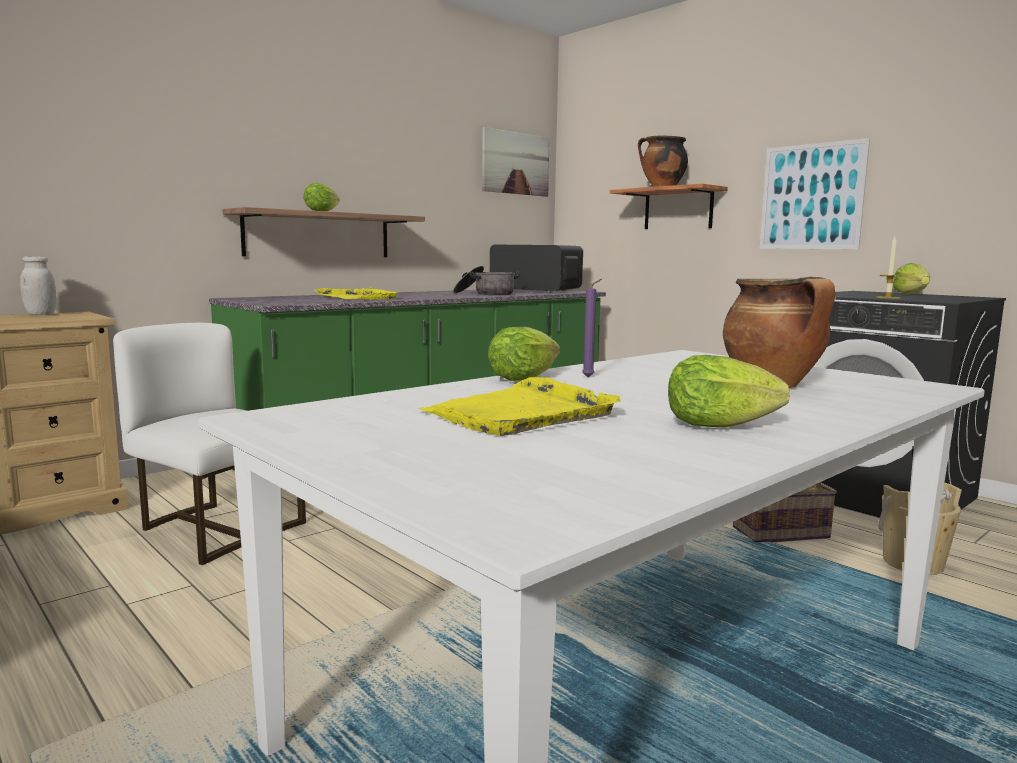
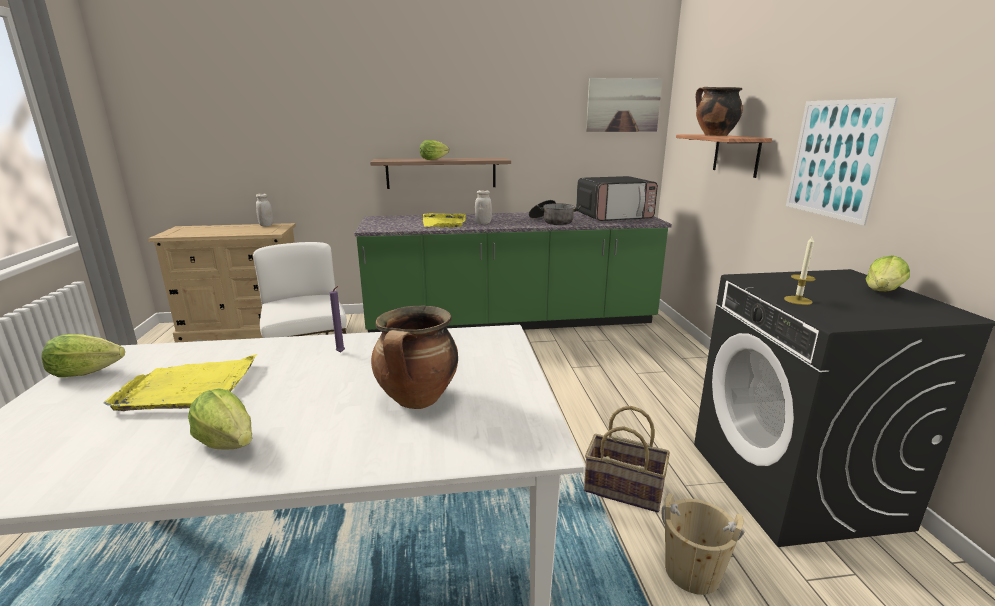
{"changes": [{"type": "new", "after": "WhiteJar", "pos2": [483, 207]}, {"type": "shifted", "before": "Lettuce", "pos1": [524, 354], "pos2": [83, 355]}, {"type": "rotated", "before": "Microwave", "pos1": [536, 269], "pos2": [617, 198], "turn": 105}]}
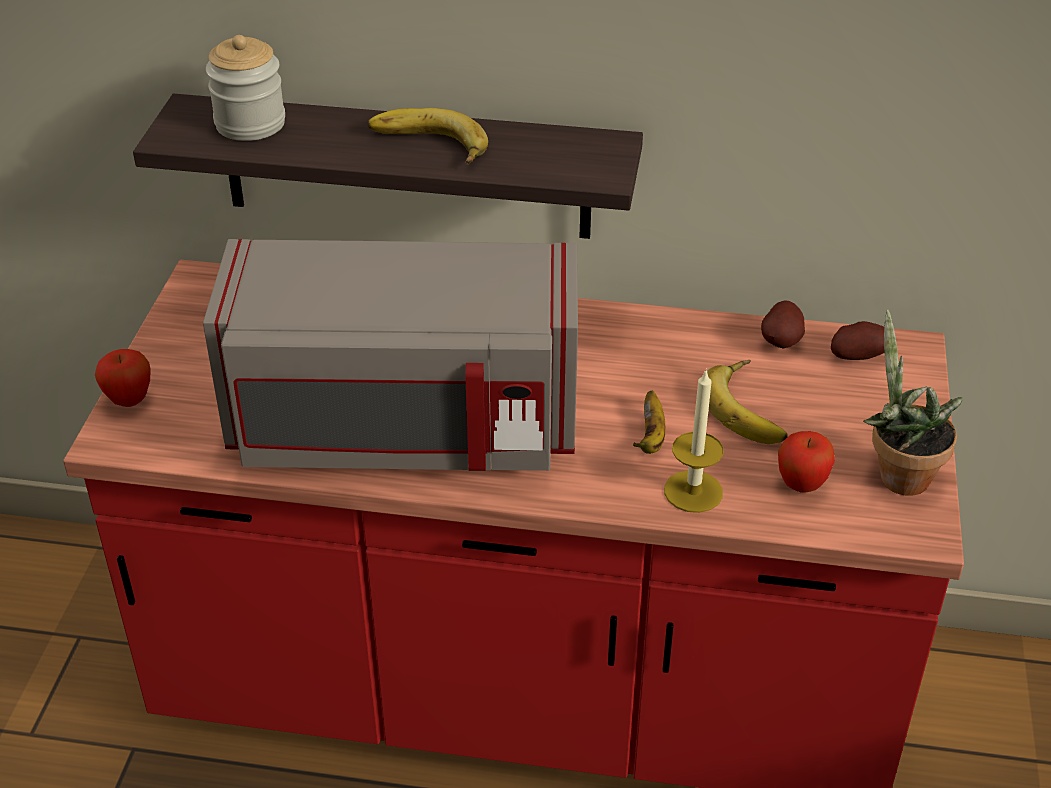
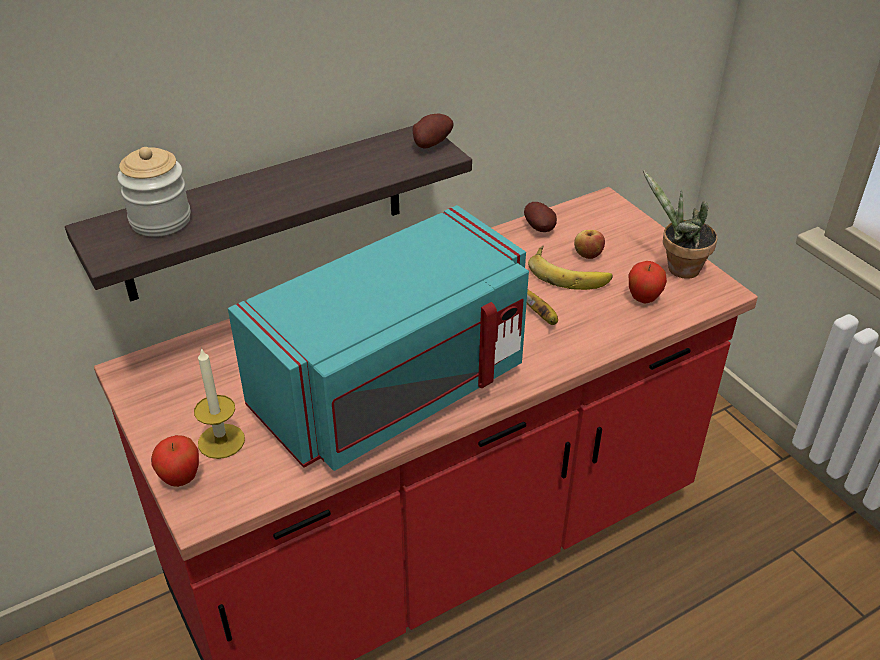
{"changes": [{"type": "gone", "before": "Banana", "pos1": [428, 136]}, {"type": "new", "after": "WholeApple", "pos2": [589, 244]}, {"type": "shifted", "before": "Candle", "pos1": [693, 441], "pos2": [219, 403]}, {"type": "shifted", "before": "Potato", "pos1": [857, 340], "pos2": [433, 131]}, {"type": "repainted", "before": "GreyishMicrowave", "after": "TurquoiseMicrowave", "pos1": [390, 355], "pos2": [378, 338]}]}
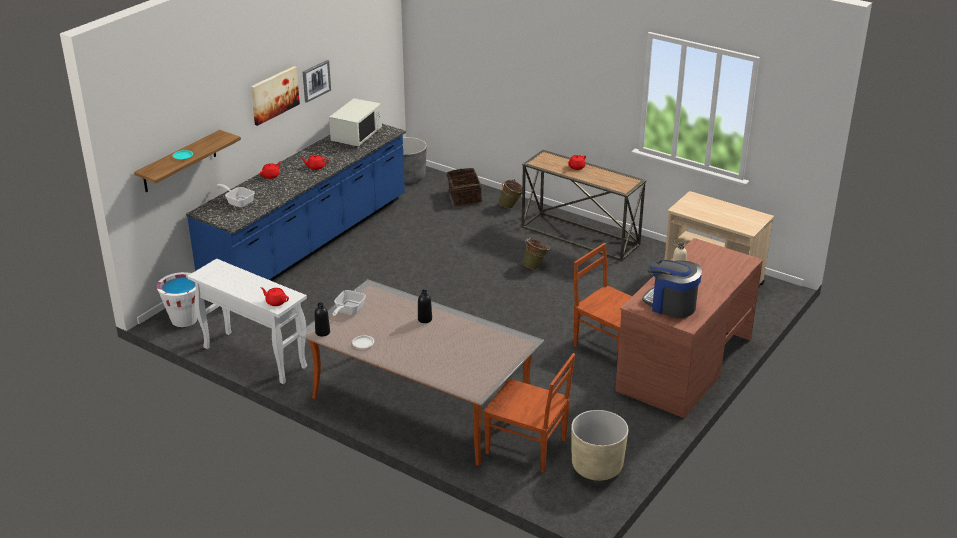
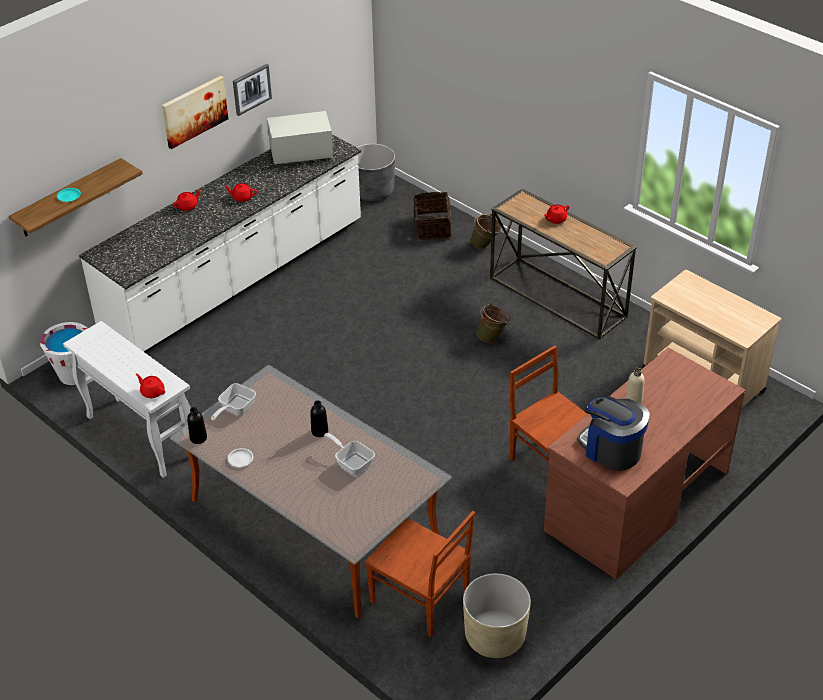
{"changes": [{"type": "shifted", "before": "FryingPan", "pos1": [236, 196], "pos2": [349, 454]}, {"type": "repainted", "before": "BlueKitchenCounter", "after": "WhiteKitchenCounter", "pos1": [296, 202], "pos2": [220, 243]}, {"type": "rotated", "before": "WhiteMicrowave", "pos1": [355, 122], "pos2": [300, 138], "turn": -135}]}
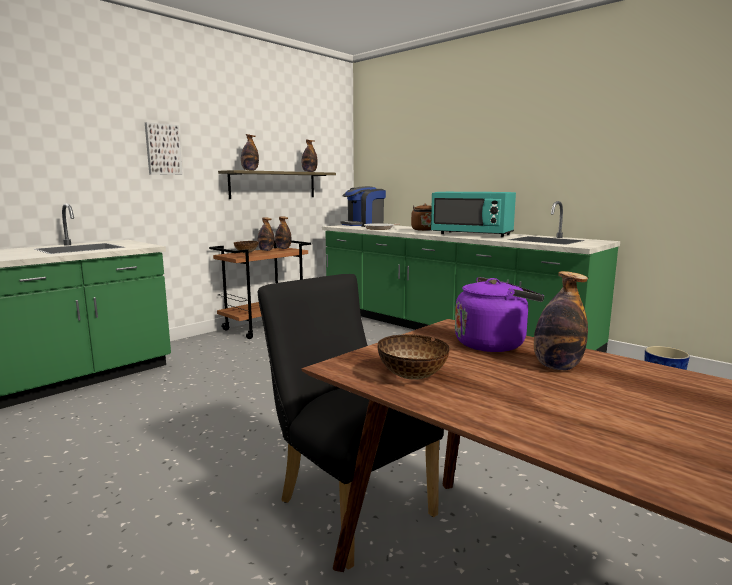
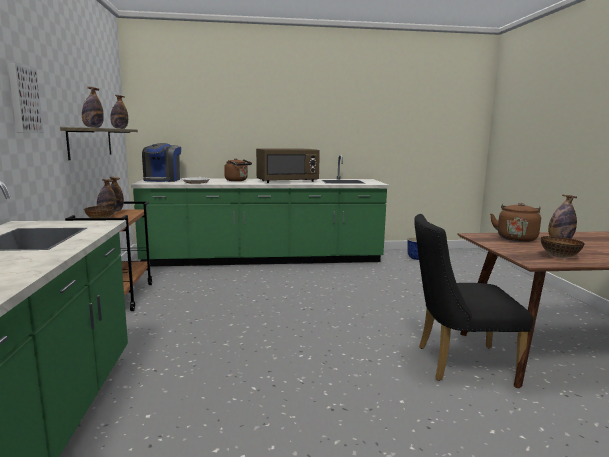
{"changes": [{"type": "repainted", "before": "TurquoiseMicrowave", "after": "BrownishMicrowave", "pos1": [473, 214], "pos2": [288, 165]}, {"type": "repainted", "before": "PurpleColouredKettle", "after": "BrownishKettle", "pos1": [499, 314], "pos2": [515, 222]}]}
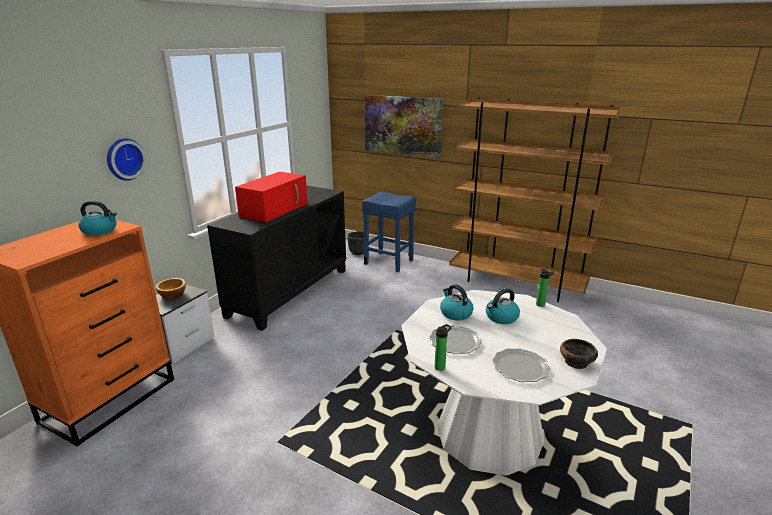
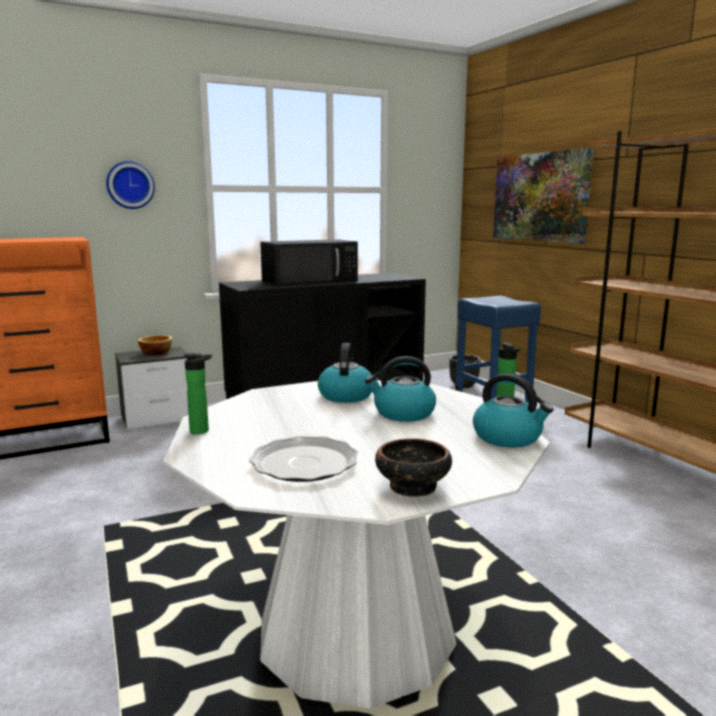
{"changes": [{"type": "gone", "before": "FlatDish", "pos1": [455, 339]}, {"type": "shifted", "before": "Kettle", "pos1": [97, 218], "pos2": [513, 410]}, {"type": "repainted", "before": "RedColouredMicrowave", "after": "BlackishMicrowave", "pos1": [271, 197], "pos2": [309, 263]}]}
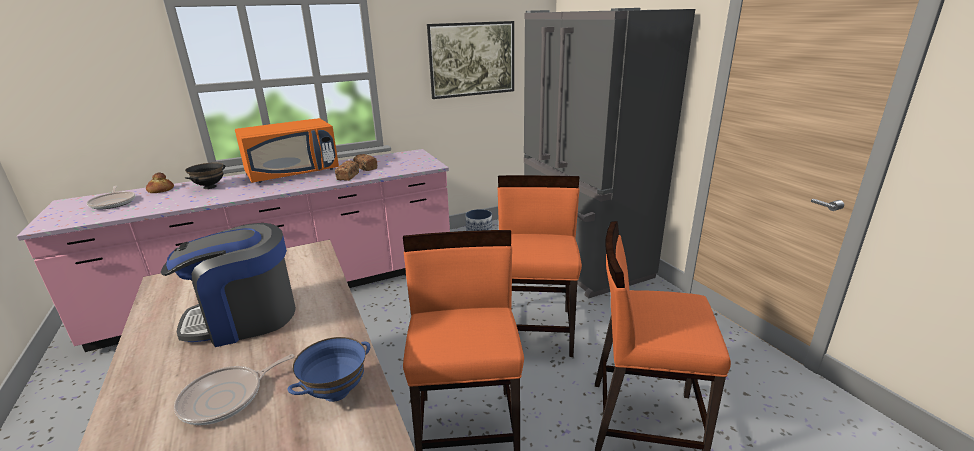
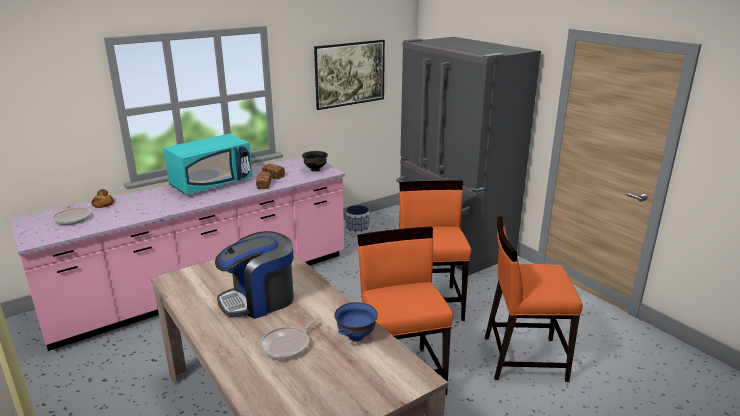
{"changes": [{"type": "shifted", "before": "BlackishDeepDish", "pos1": [205, 176], "pos2": [315, 161]}, {"type": "repainted", "before": "OrangeyMicrowave", "after": "TurquoiseMicrowave", "pos1": [287, 150], "pos2": [208, 164]}]}
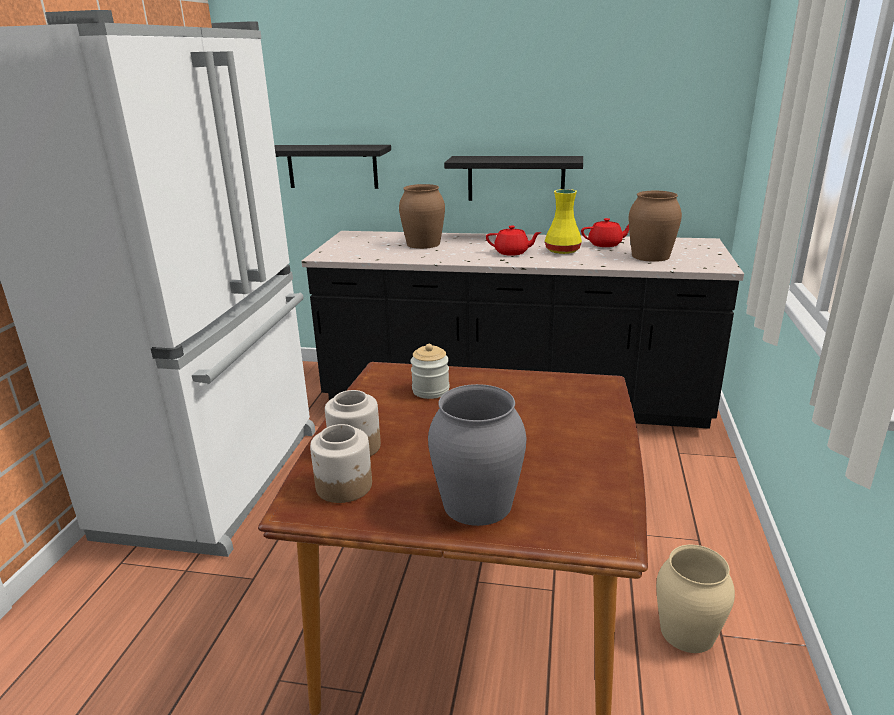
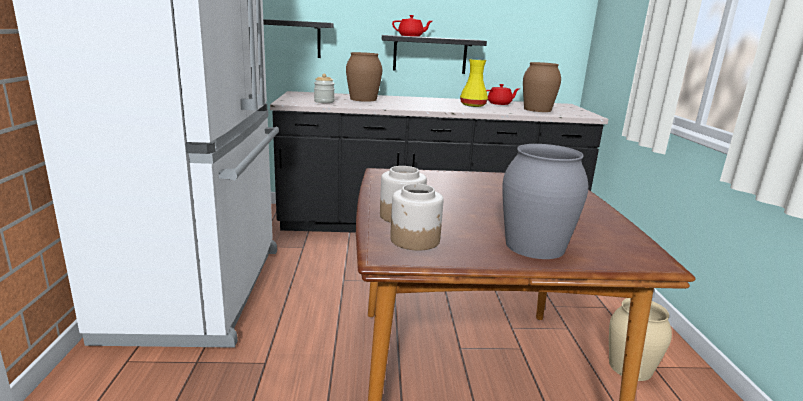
{"changes": [{"type": "shifted", "before": "Jar", "pos1": [430, 371], "pos2": [324, 88]}, {"type": "shifted", "before": "RedColouredTeapot", "pos1": [514, 241], "pos2": [412, 26]}]}
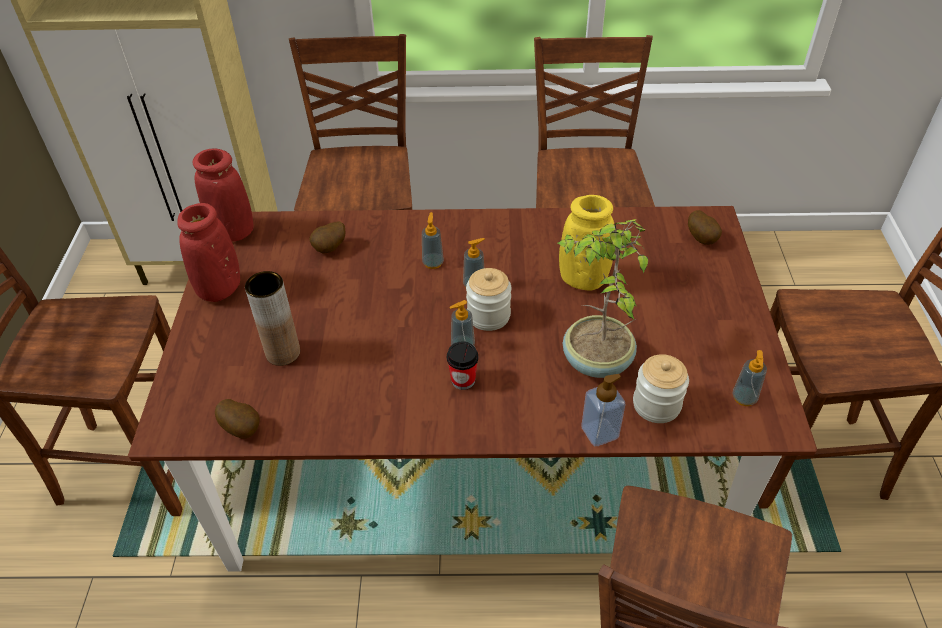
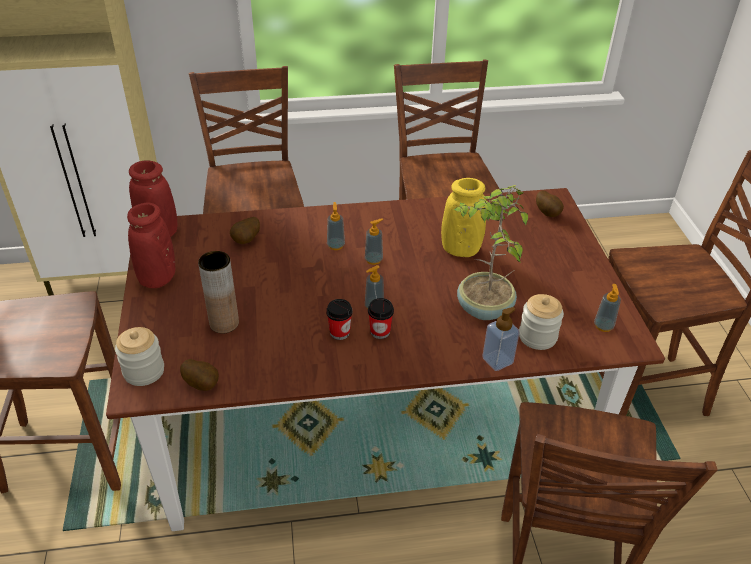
{"changes": [{"type": "new", "after": "Cup", "pos2": [339, 319]}, {"type": "shifted", "before": "Jar", "pos1": [488, 299], "pos2": [139, 356]}]}
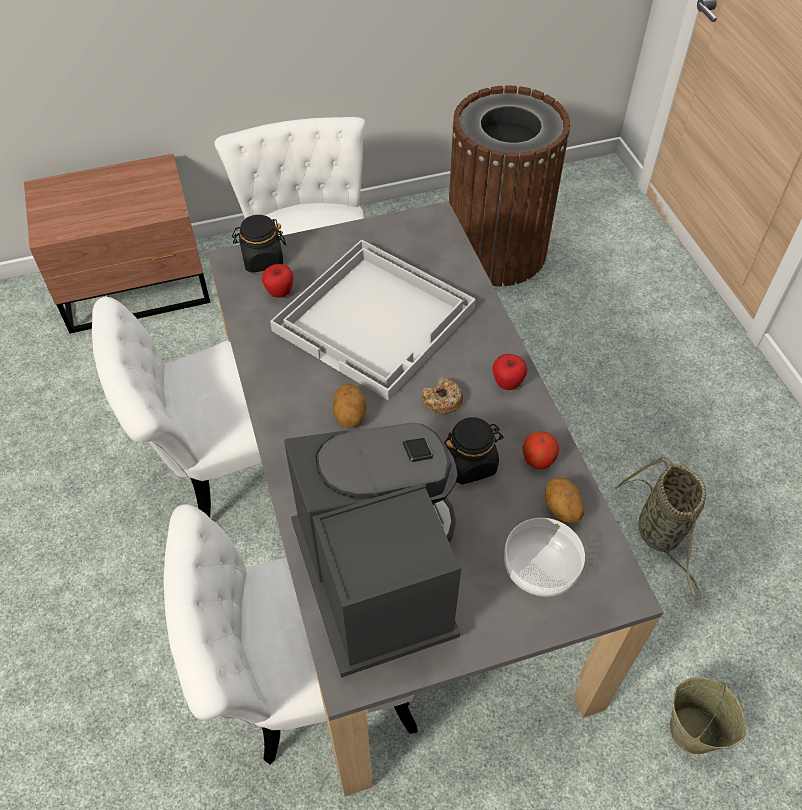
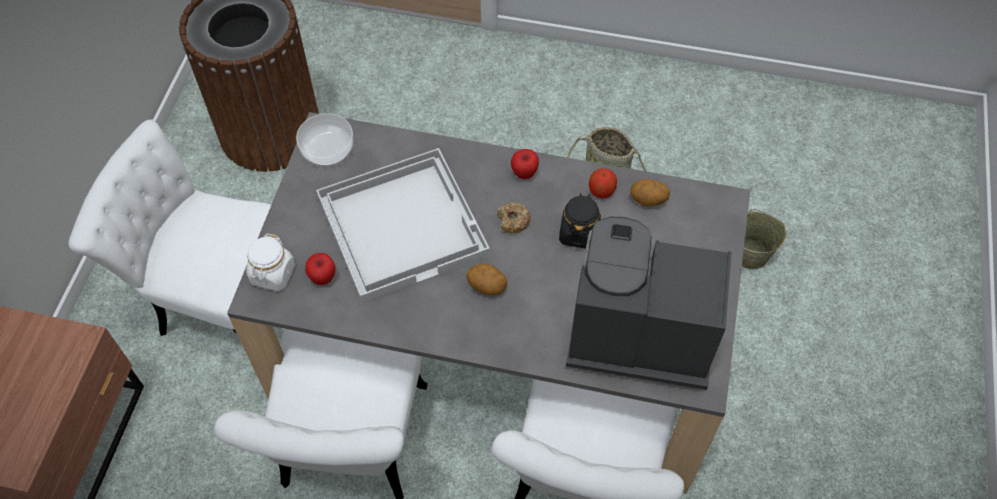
{"changes": [{"type": "shifted", "before": "DeepDish", "pos1": [544, 557], "pos2": [325, 139]}, {"type": "repainted", "before": "BlackishJar", "after": "WhiteJar", "pos1": [259, 244], "pos2": [270, 262]}]}
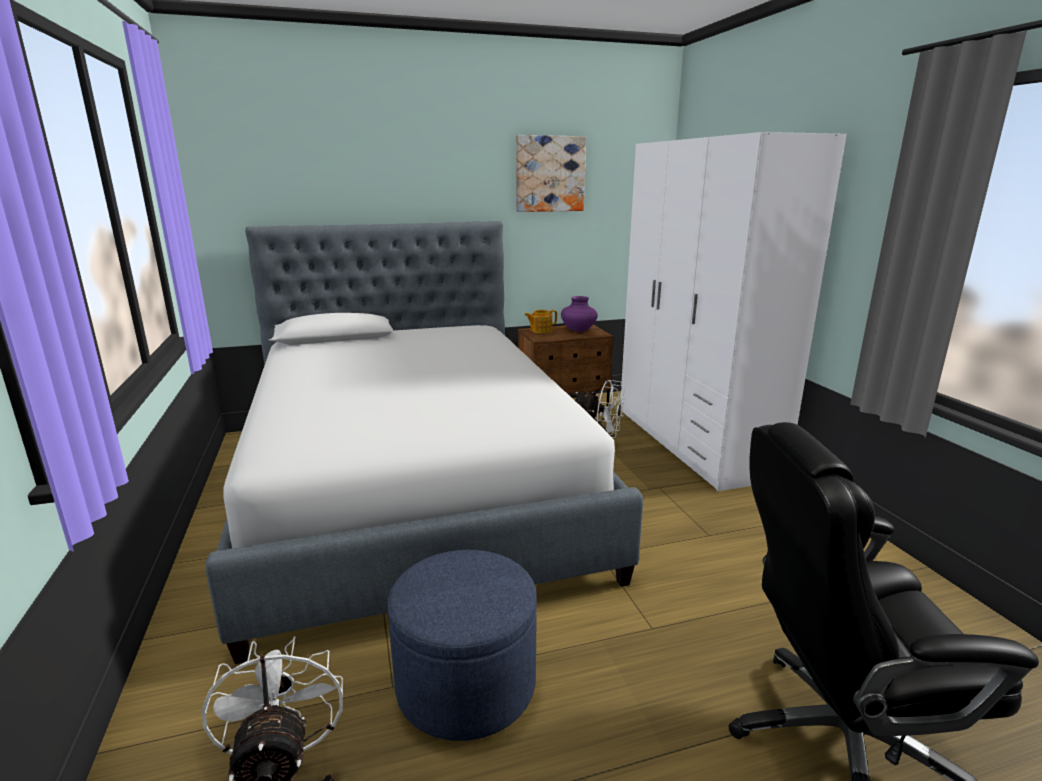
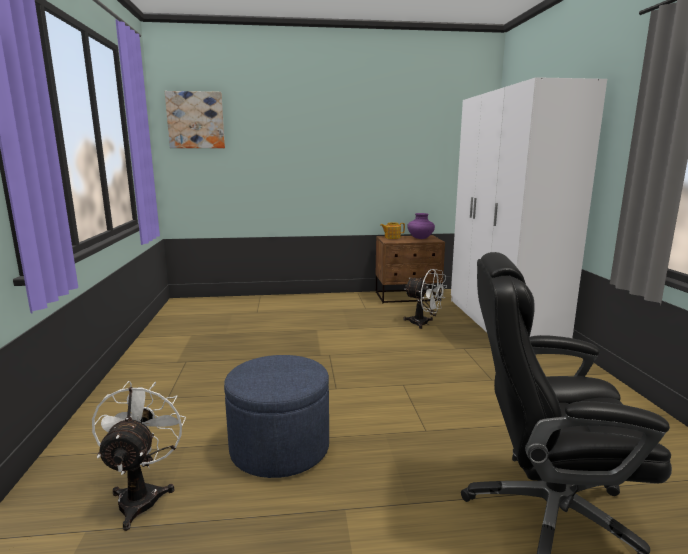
{"changes": [{"type": "gone", "before": "Bed", "pos1": [424, 442]}, {"type": "shifted", "before": "WallArt", "pos1": [551, 173], "pos2": [195, 119]}]}
